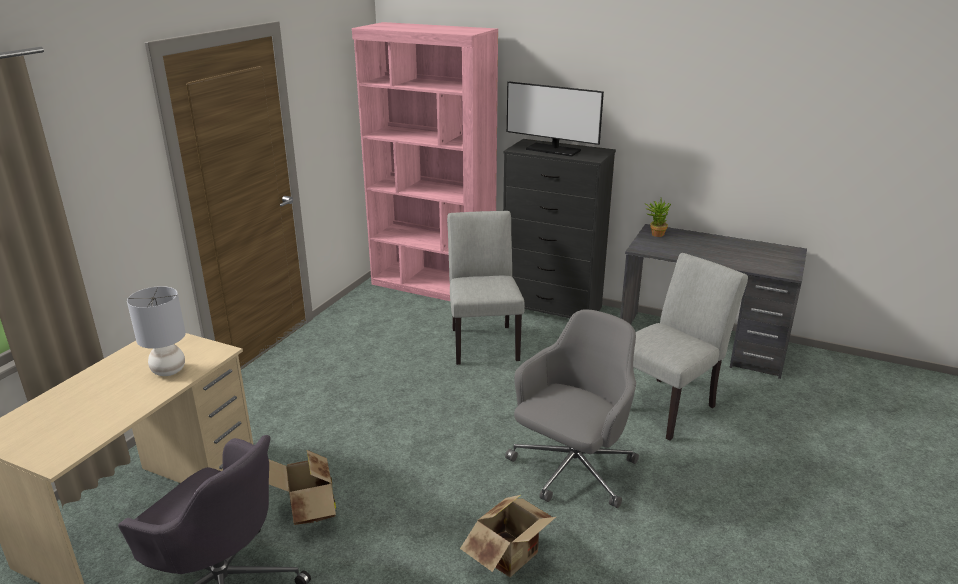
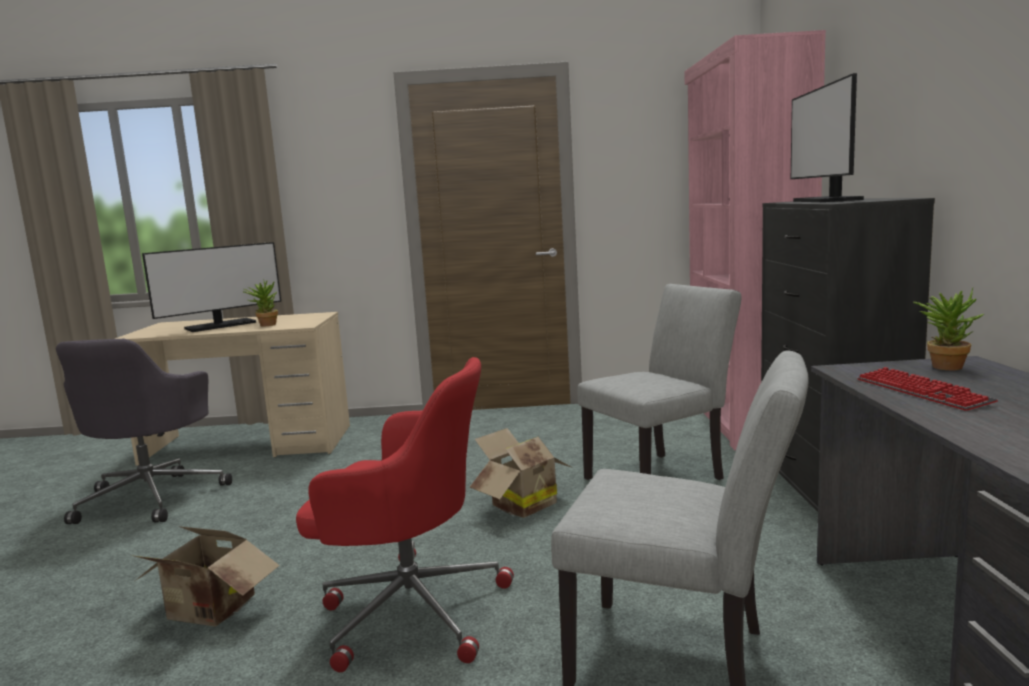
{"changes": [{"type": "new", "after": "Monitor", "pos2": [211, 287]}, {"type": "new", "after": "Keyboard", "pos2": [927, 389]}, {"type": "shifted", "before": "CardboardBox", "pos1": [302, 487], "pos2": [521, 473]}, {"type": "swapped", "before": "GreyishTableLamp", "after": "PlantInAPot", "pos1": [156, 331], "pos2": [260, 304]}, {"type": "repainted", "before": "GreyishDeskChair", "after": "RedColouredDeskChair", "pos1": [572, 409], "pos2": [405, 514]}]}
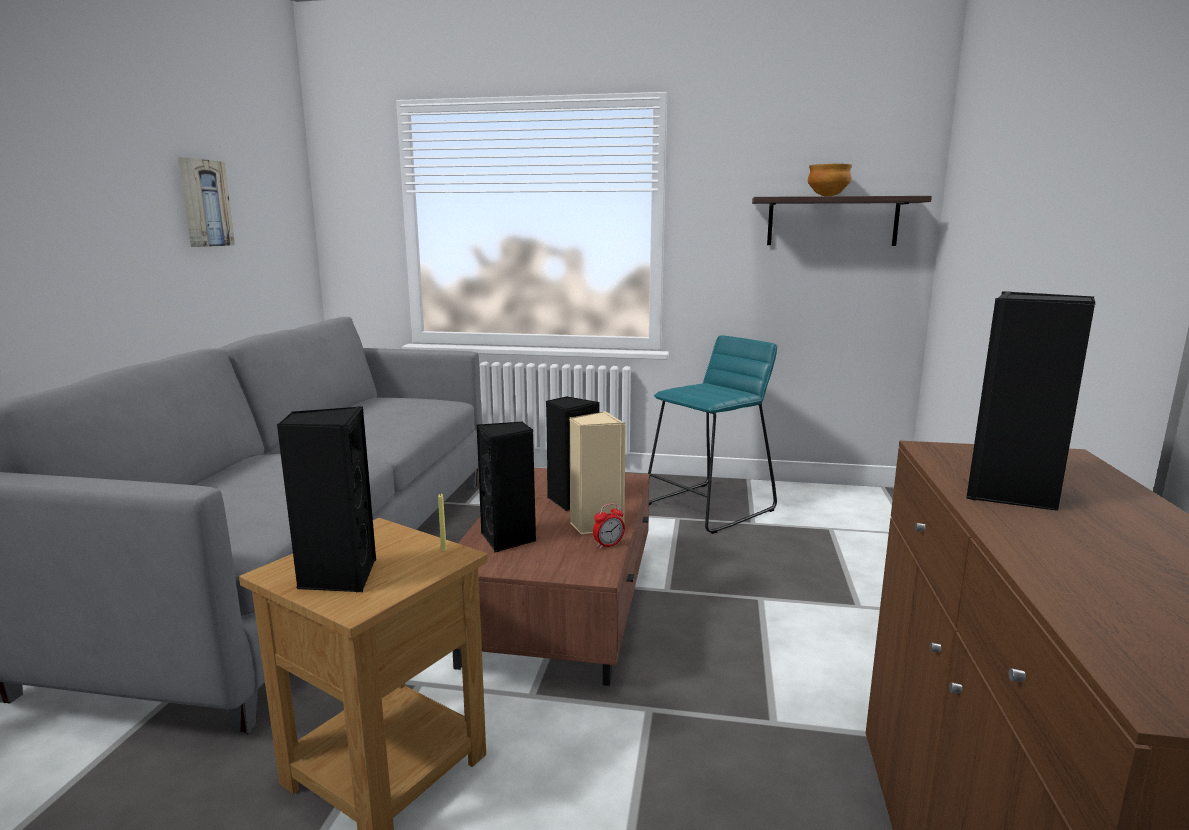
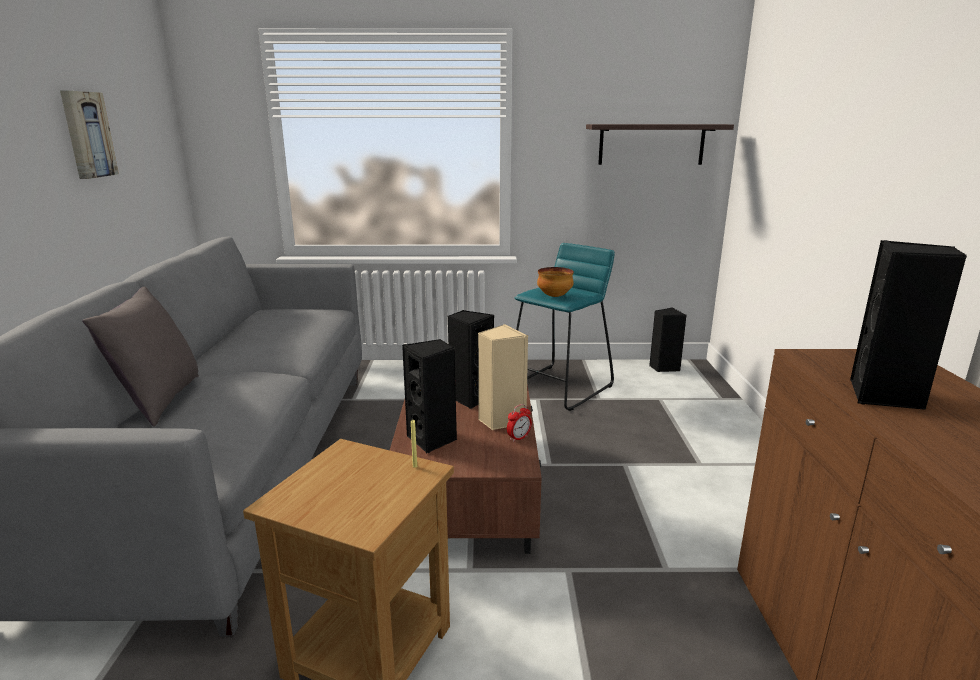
{"changes": [{"type": "new", "after": "GreyishThrowPillow", "pos2": [140, 357]}, {"type": "shifted", "before": "BlackishSpeaker", "pos1": [326, 499], "pos2": [668, 339]}, {"type": "shifted", "before": "DeepDish", "pos1": [830, 180], "pos2": [555, 282]}]}
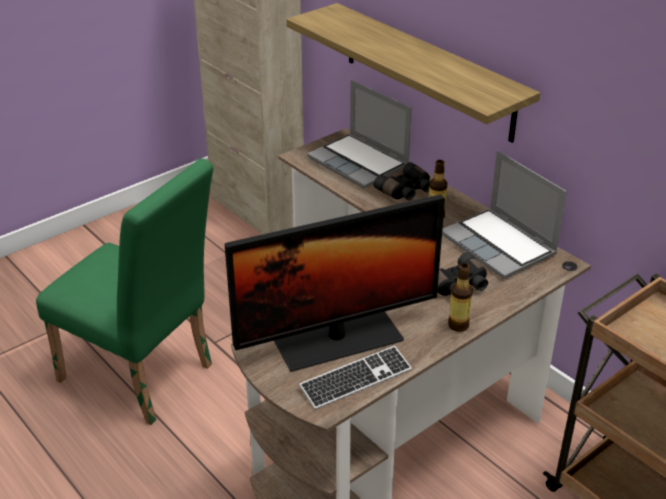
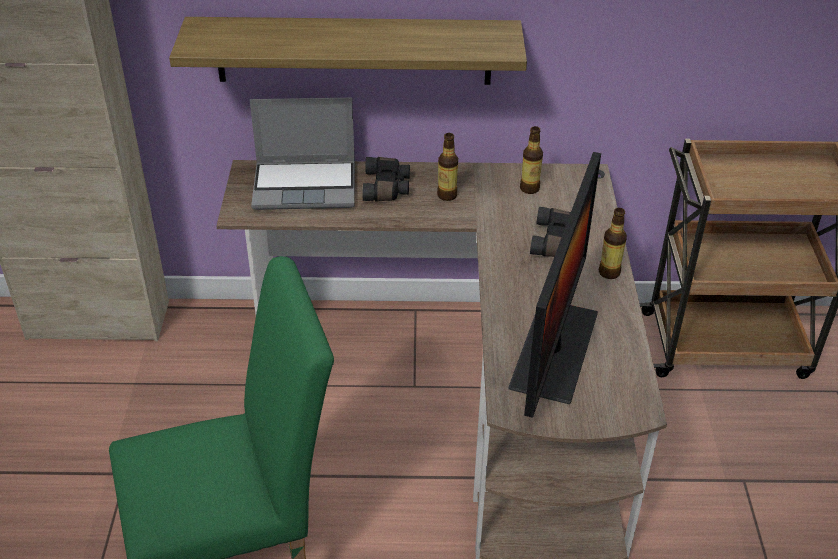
{"changes": [{"type": "gone", "before": "Keyboard", "pos1": [355, 378]}, {"type": "swapped", "before": "PortableComputer", "after": "Bottle", "pos1": [504, 215], "pos2": [531, 160]}]}
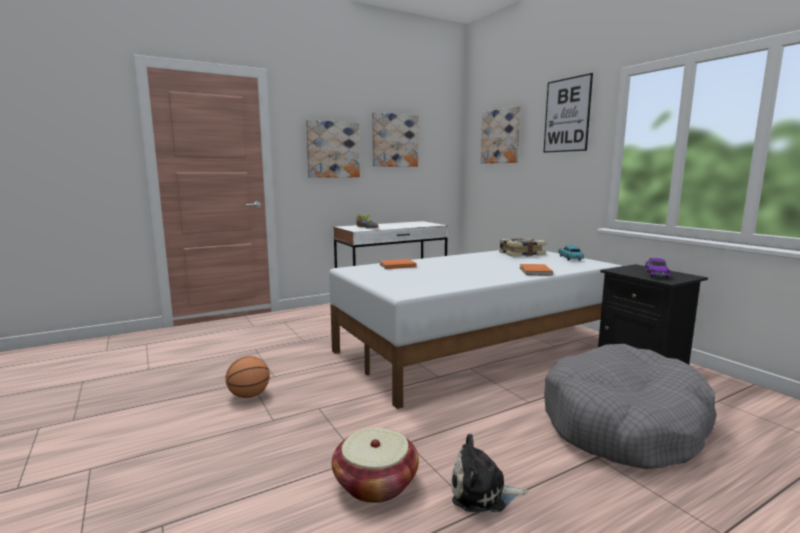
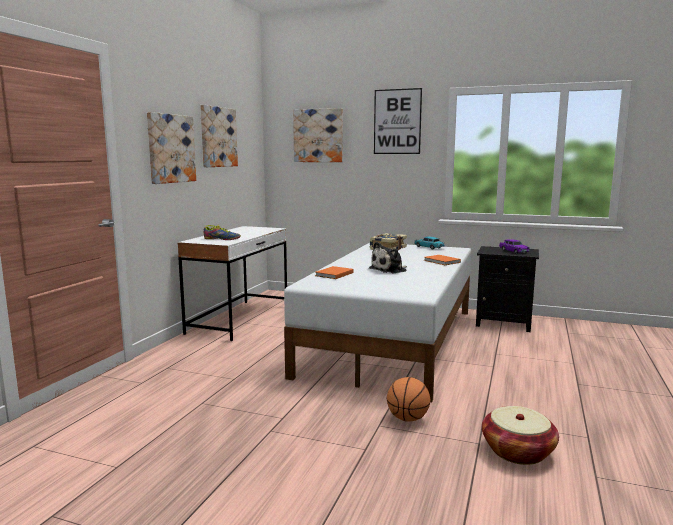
{"changes": [{"type": "gone", "before": "GreyishPetBed", "pos1": [630, 406]}, {"type": "shifted", "before": "Basketball", "pos1": [247, 377], "pos2": [409, 399]}, {"type": "shifted", "before": "SoftToy", "pos1": [489, 473], "pos2": [388, 257]}]}
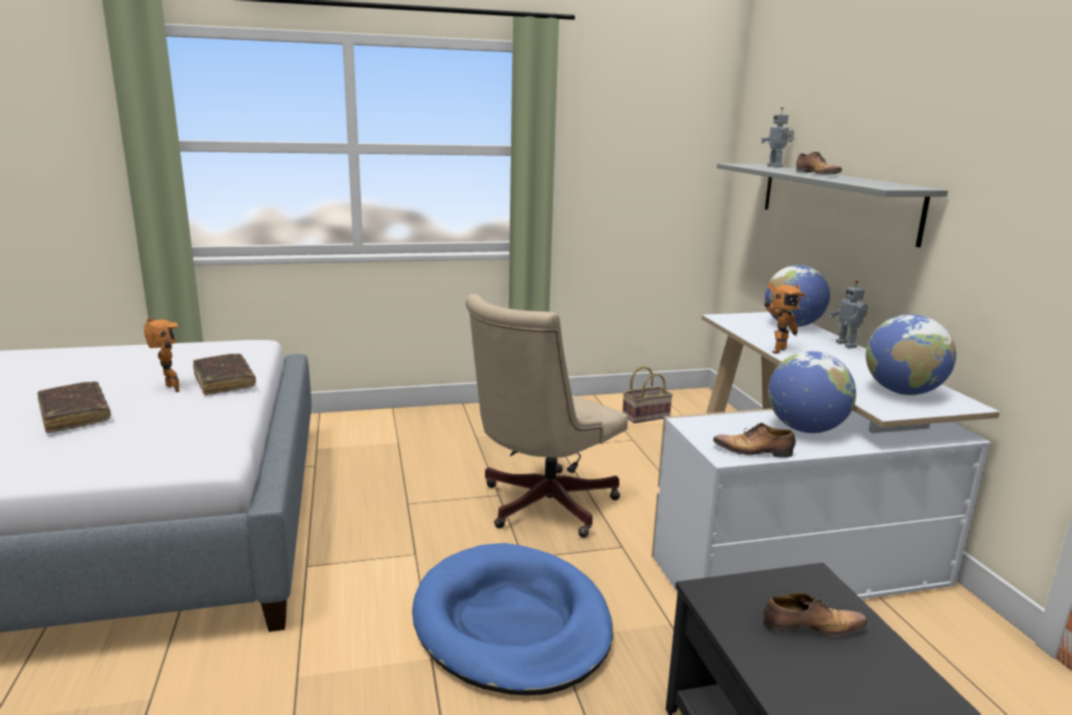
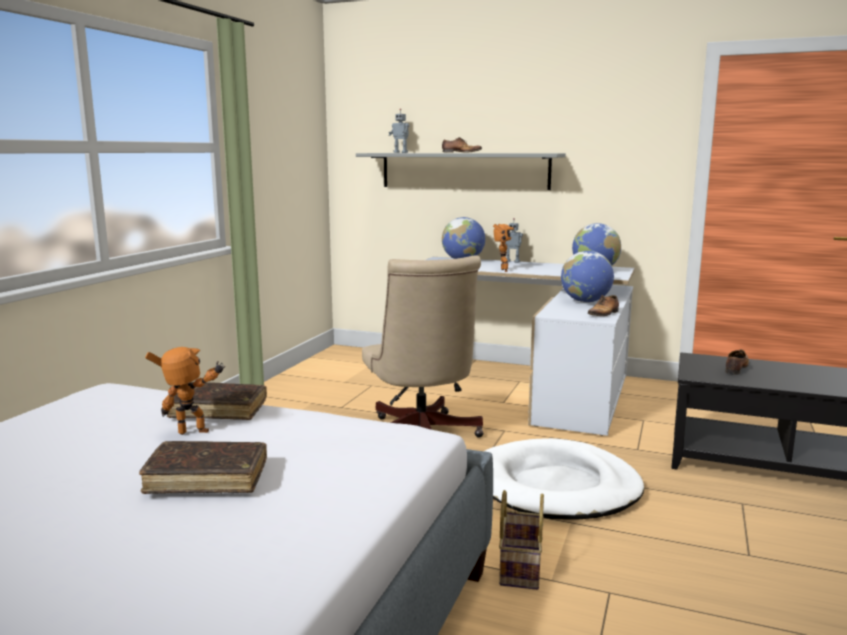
{"changes": [{"type": "shifted", "before": "HouseholdBasket", "pos1": [647, 394], "pos2": [521, 540]}, {"type": "repainted", "before": "BluePetBed", "after": "WhitePetBed", "pos1": [512, 619], "pos2": [564, 479]}]}
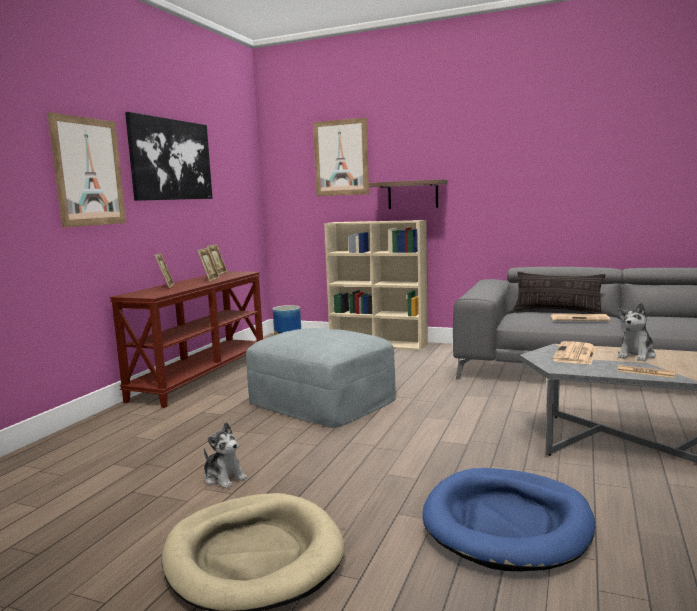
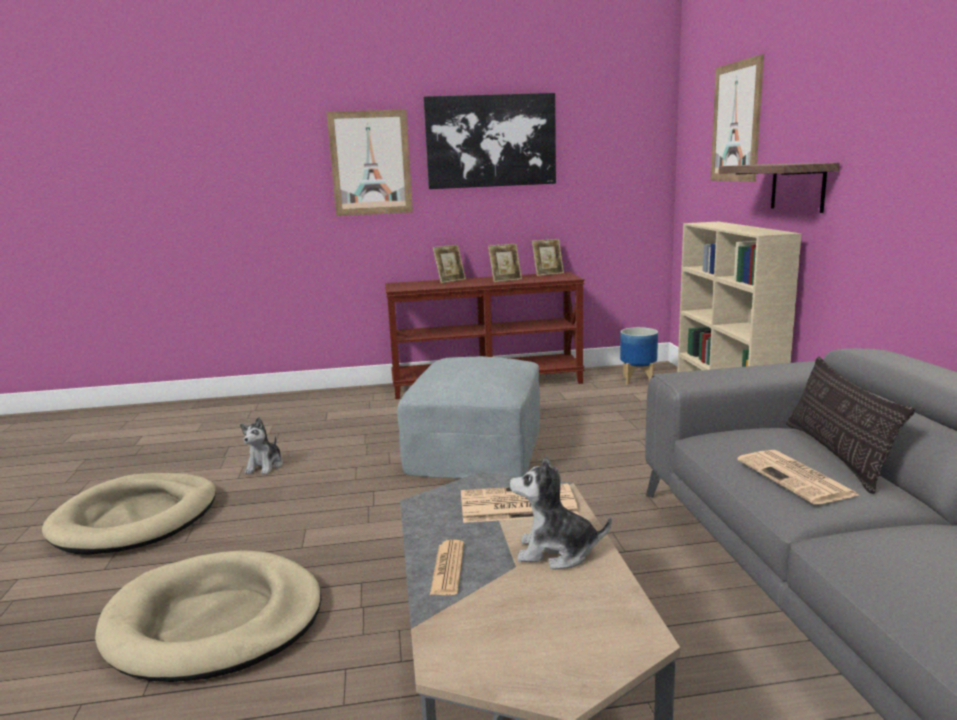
{"changes": [{"type": "repainted", "before": "BluePetBed", "after": "BeigeColouredPetBed", "pos1": [508, 519], "pos2": [208, 616]}]}
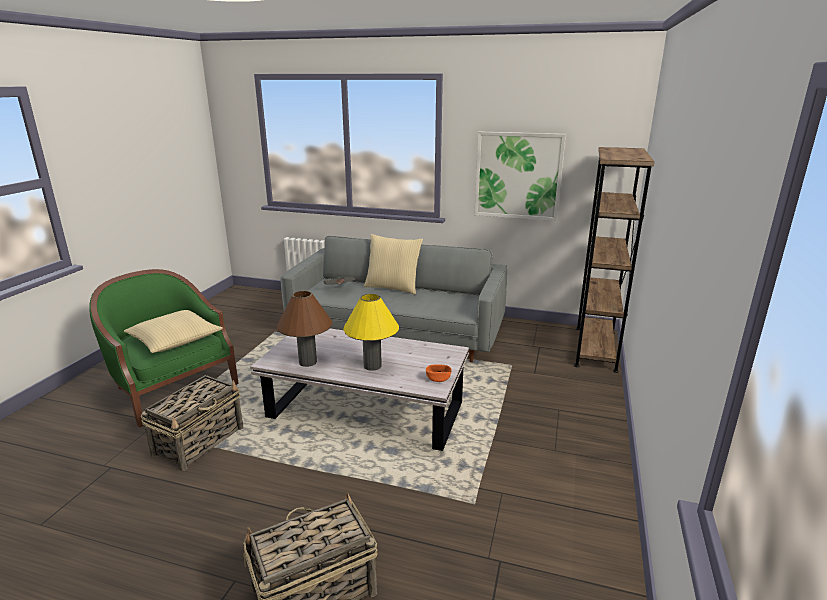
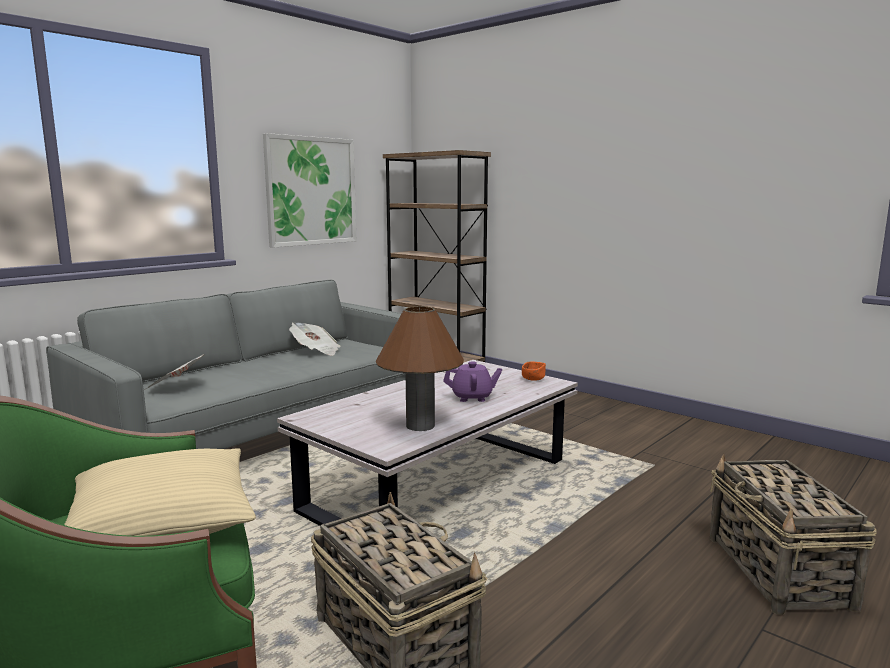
{"changes": [{"type": "gone", "before": "BeigeColouredThrowPillow", "pos1": [393, 264]}, {"type": "new", "after": "Newspaper", "pos2": [314, 339]}, {"type": "swapped", "before": "YellowColouredTableLamp", "after": "PurpleColouredTeapot", "pos1": [371, 332], "pos2": [472, 381]}]}
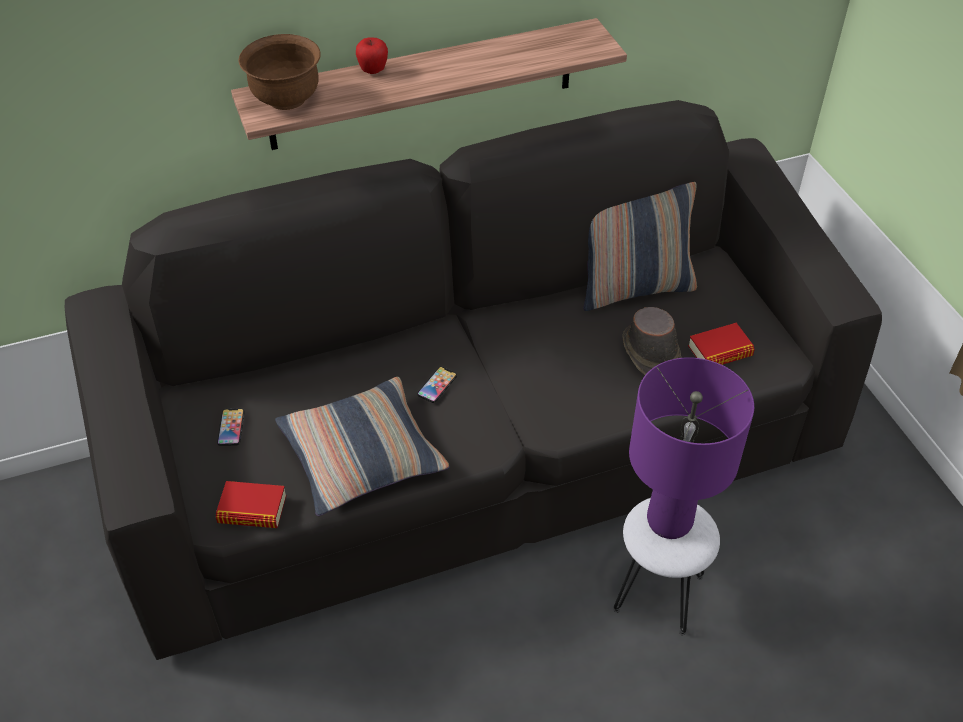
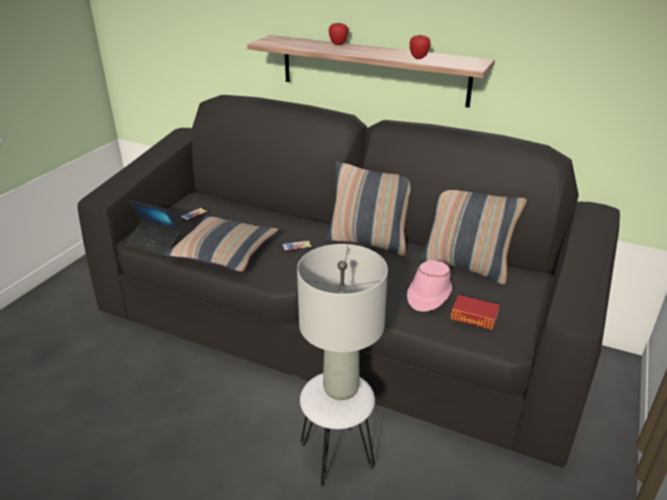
{"changes": [{"type": "gone", "before": "BrownishDeepDish", "pos1": [280, 72]}, {"type": "new", "after": "ThrowPillow", "pos2": [368, 208]}, {"type": "new", "after": "WholeApple", "pos2": [420, 46]}, {"type": "swapped", "before": "Book", "after": "PortableComputer", "pos1": [251, 504], "pos2": [152, 228]}, {"type": "repainted", "before": "BrownishWearableHat", "after": "PinkishWearableHat", "pos1": [651, 341], "pos2": [429, 286]}, {"type": "repainted", "before": "PurpleColouredTableLamp", "after": "GreyishTableLamp", "pos1": [691, 448], "pos2": [342, 322]}]}
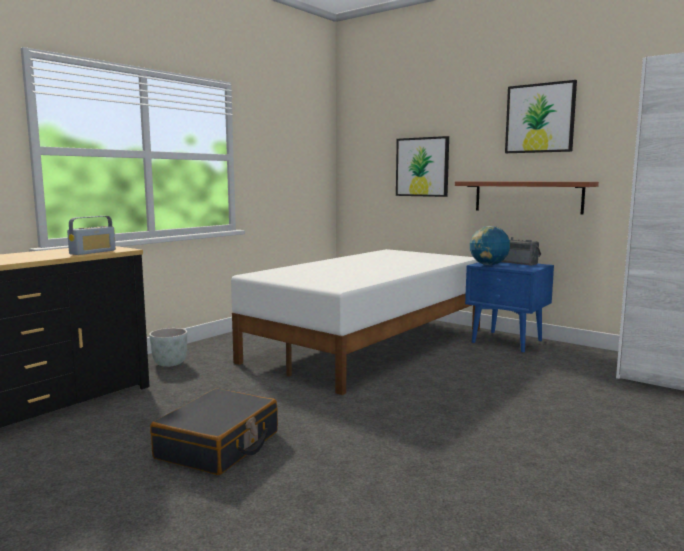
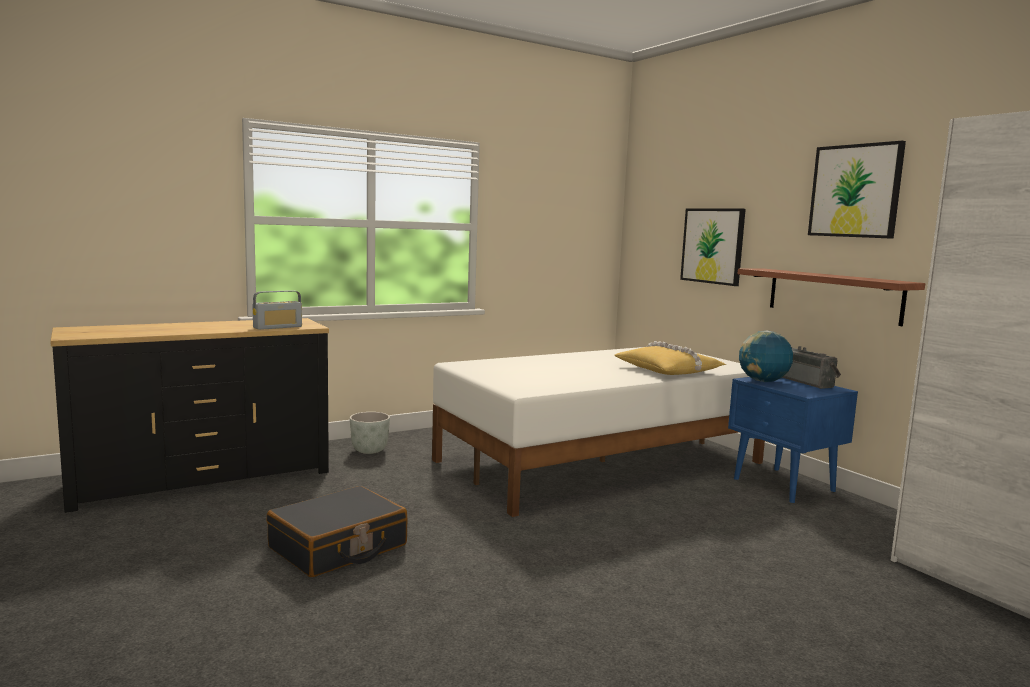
{"changes": [{"type": "new", "after": "YellowColouredThrowPillow", "pos2": [670, 358]}]}
